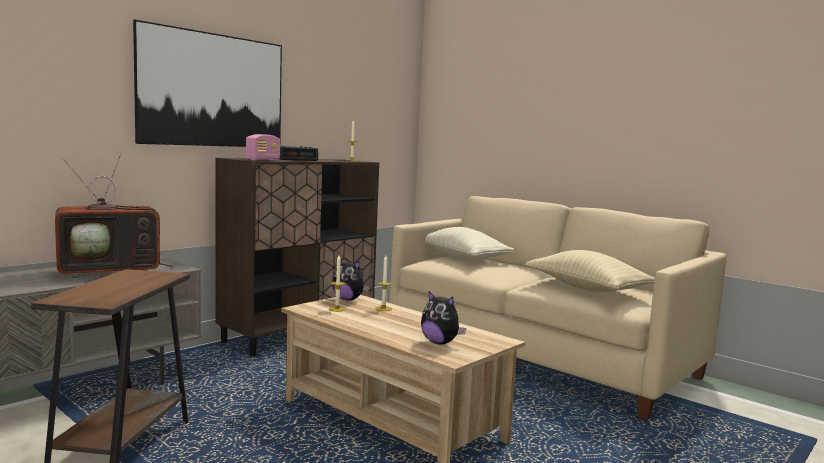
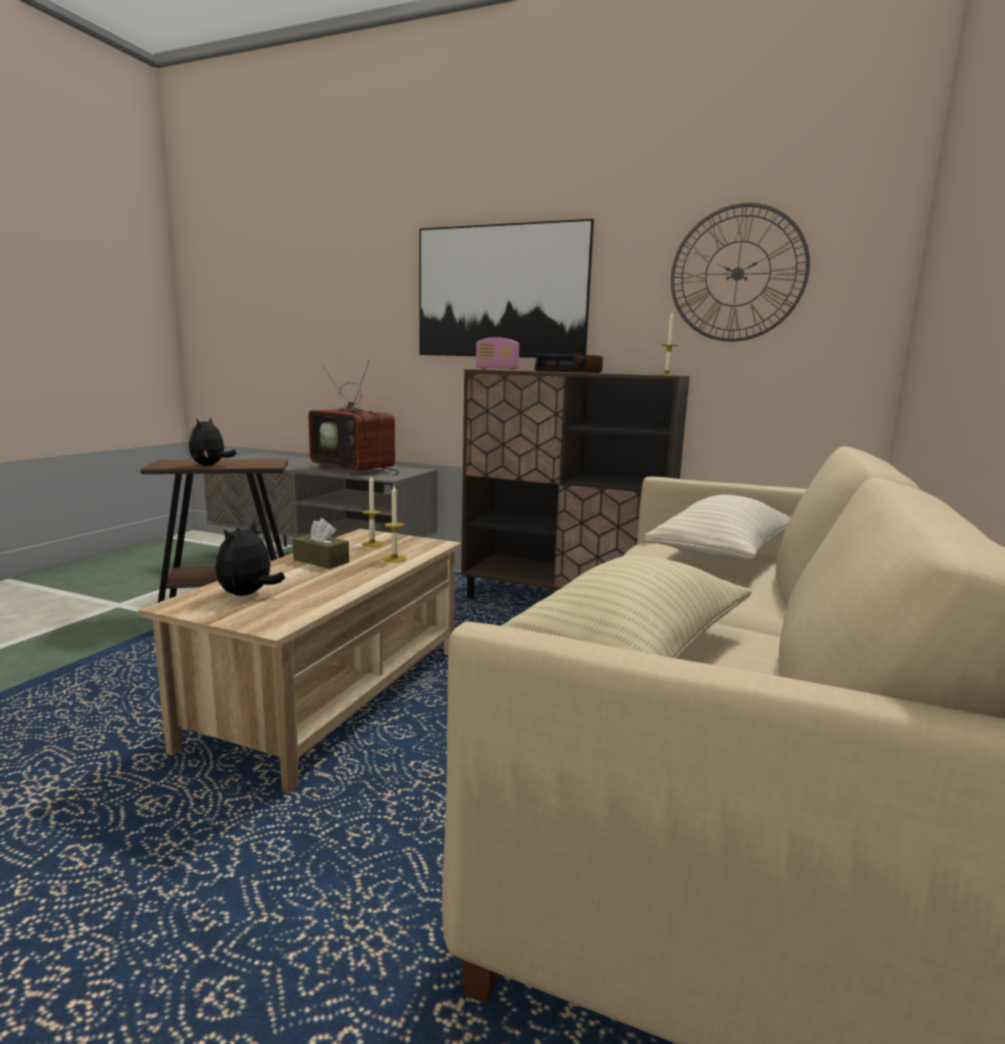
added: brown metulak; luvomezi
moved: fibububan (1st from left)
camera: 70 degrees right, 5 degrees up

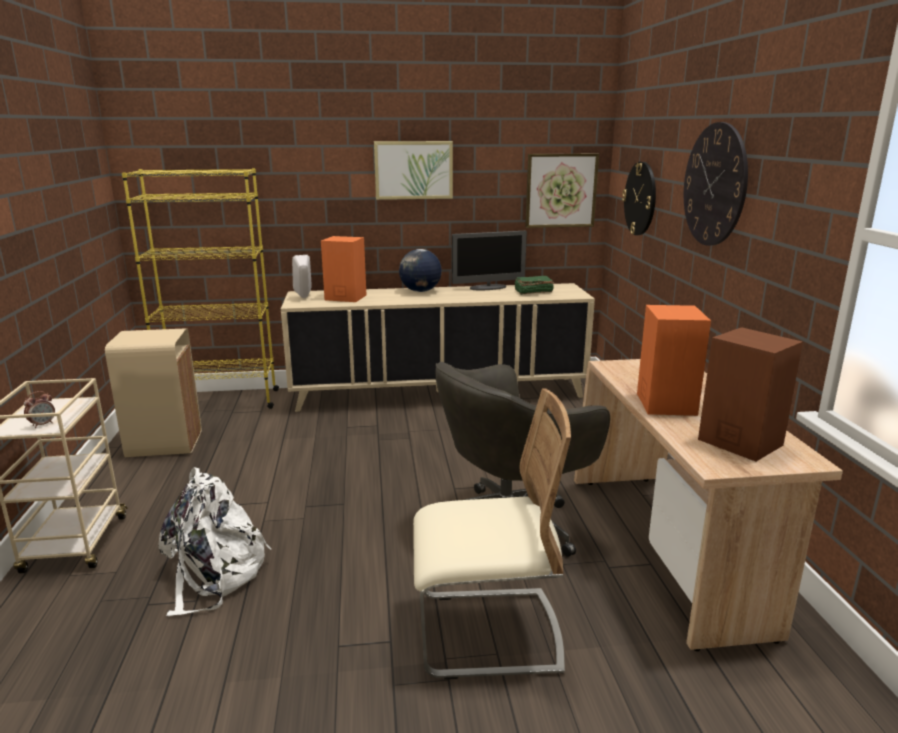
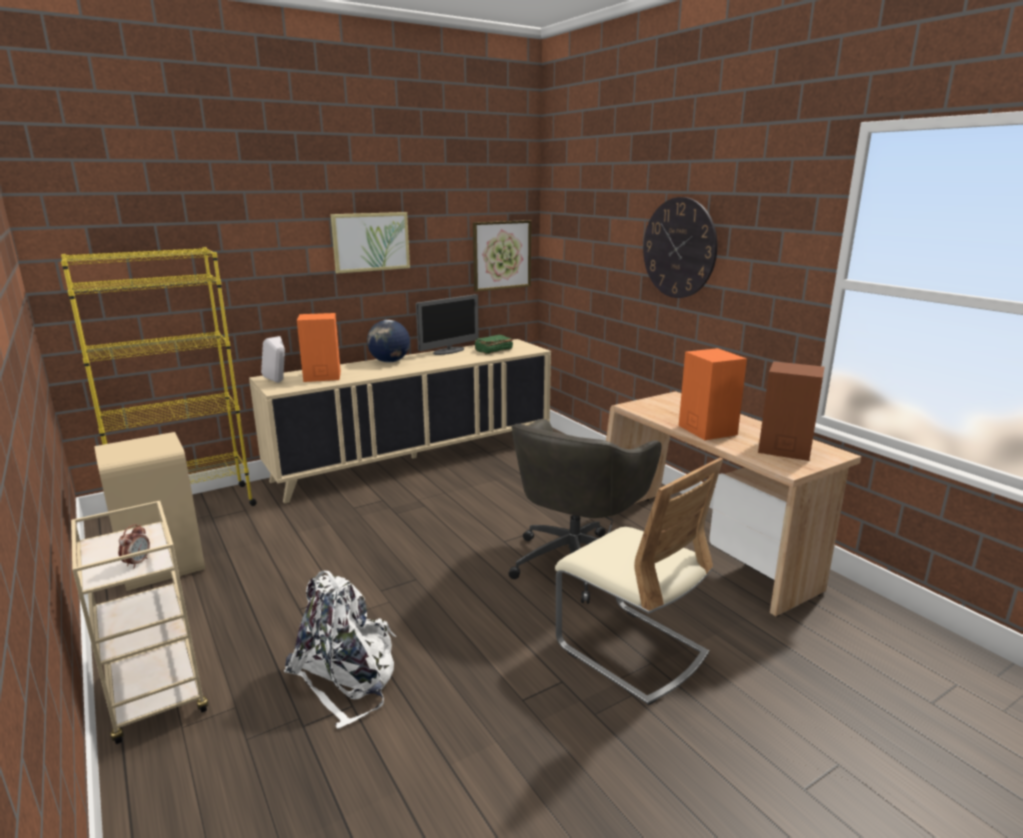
removed: luvomezi (1st from left)
turned: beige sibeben 75 degrees clockwise
camera: 25 degrees left, 0 degrees up

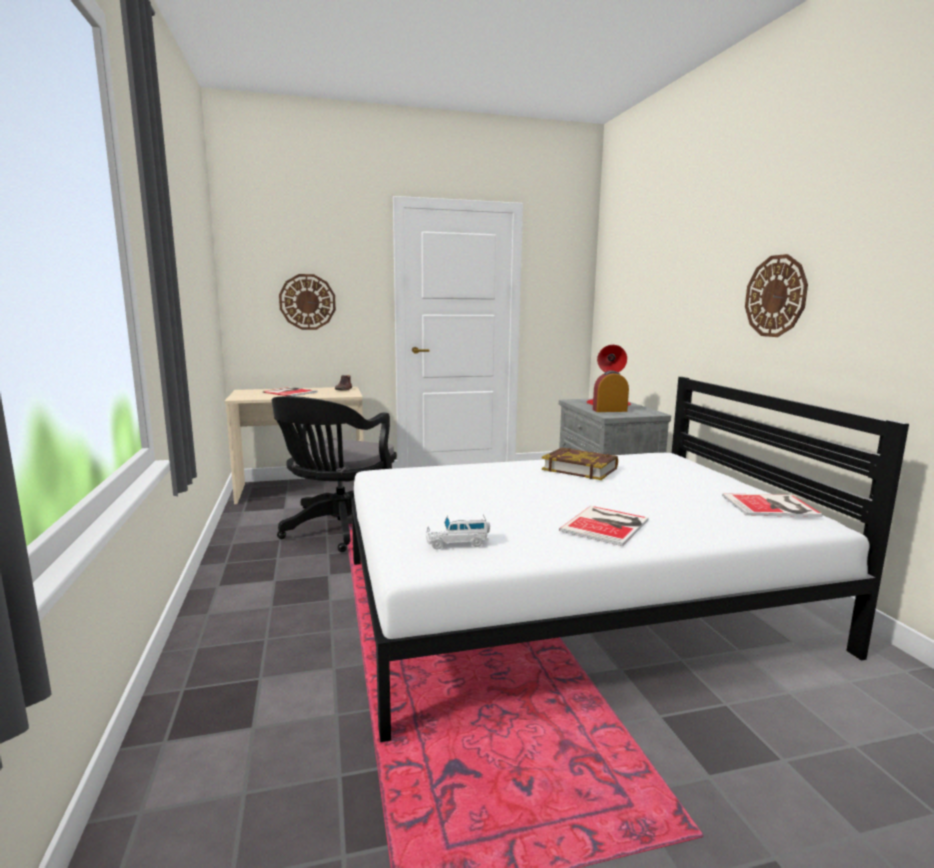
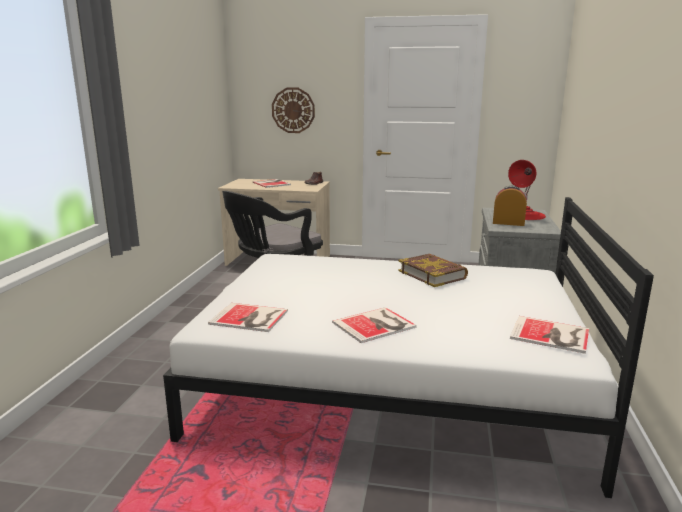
removed: luvomezi (2nd from left)
replaced: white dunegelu to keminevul (1st from left)
camera: 25 degrees right, 5 degrees up

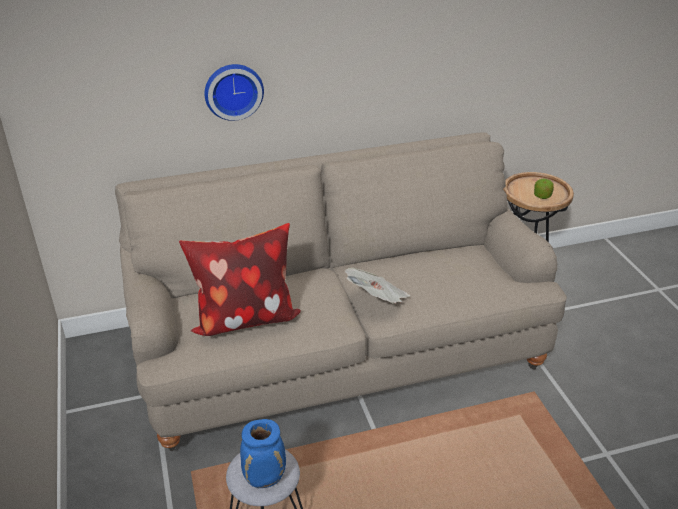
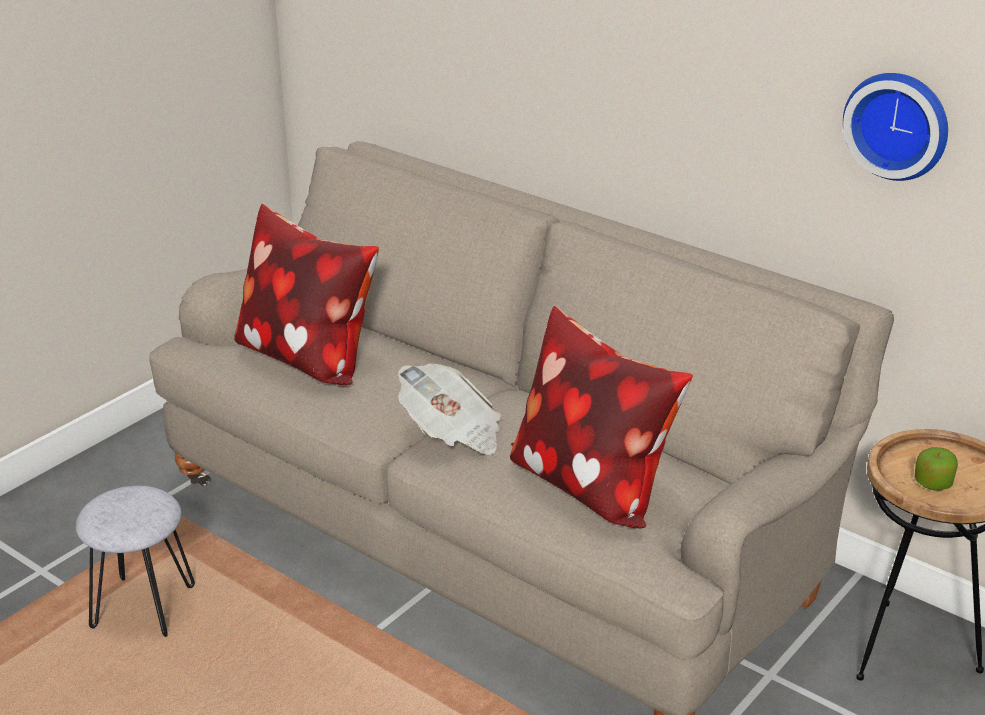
removed: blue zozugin
added: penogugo (2nd from left)
moved: luvomezi
camera: 55 degrees right, 5 degrees down

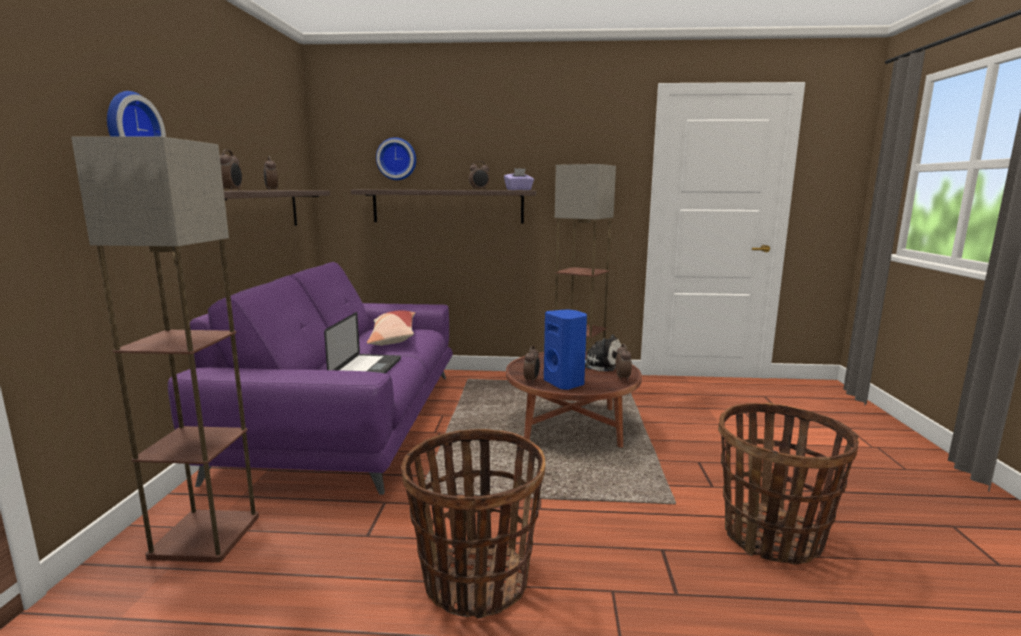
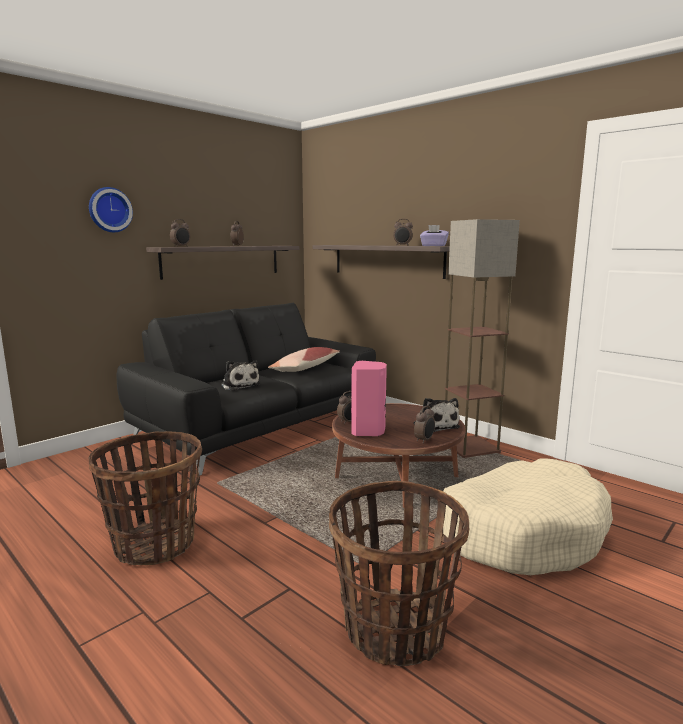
removed: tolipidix (1st from left); luvomezi (2nd from left)
added: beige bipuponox
replaced: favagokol to fibububan (1st from left)
recoloured: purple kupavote to black kupavote; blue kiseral to pink kiseral
camera: 40 degrees right, 0 degrees up

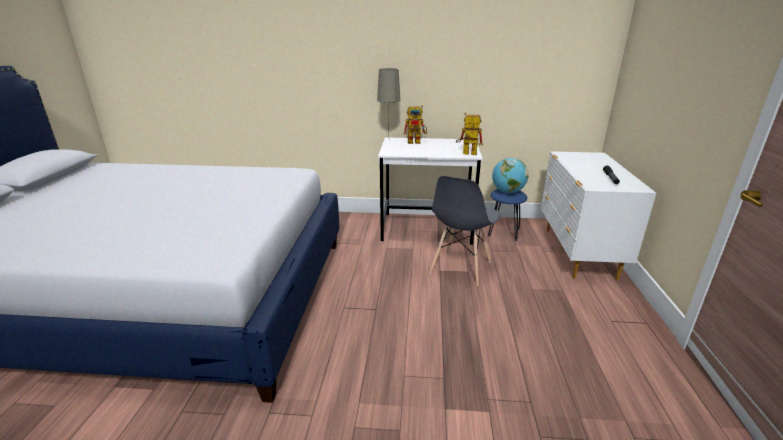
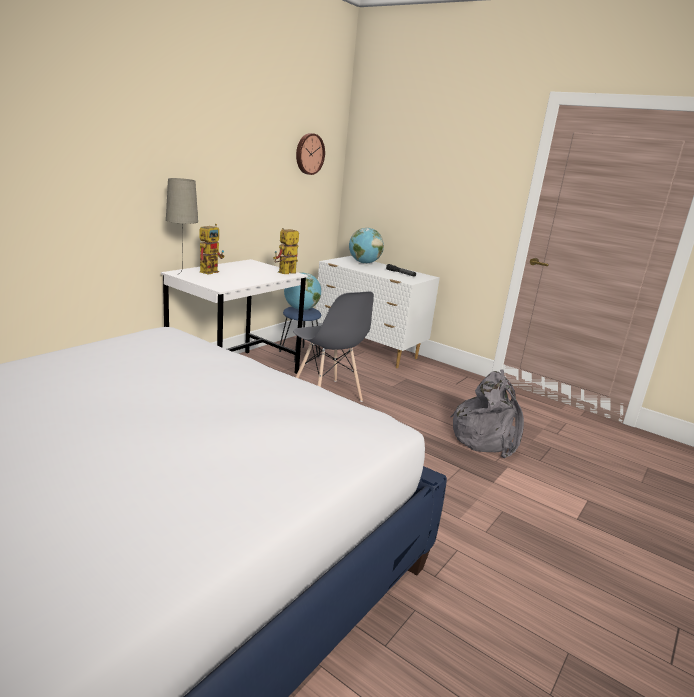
added: luvomezi; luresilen (2nd from left); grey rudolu
camera: 60 degrees left, 5 degrees down

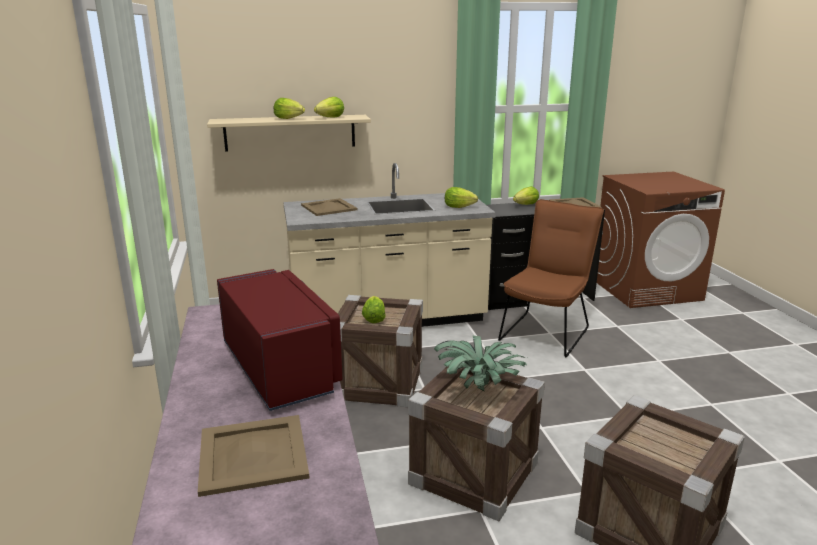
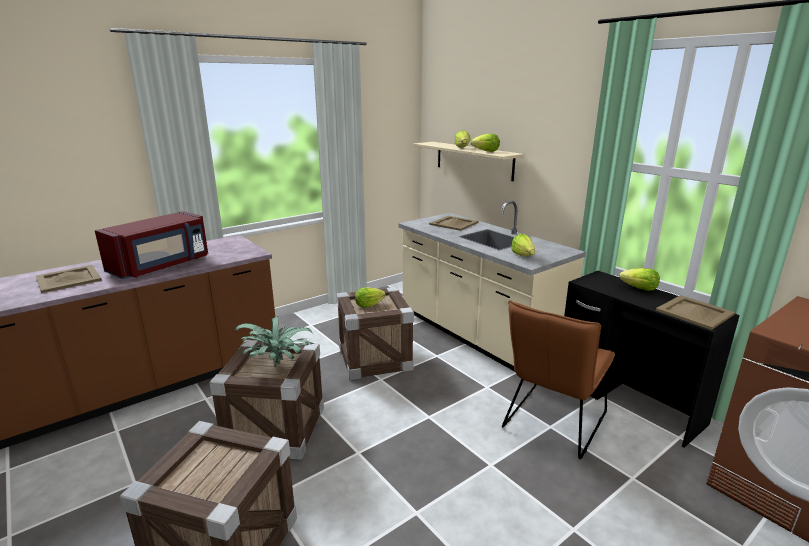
turned: brown sibeben 120 degrees clockwise
camera: 65 degrees right, 0 degrees up

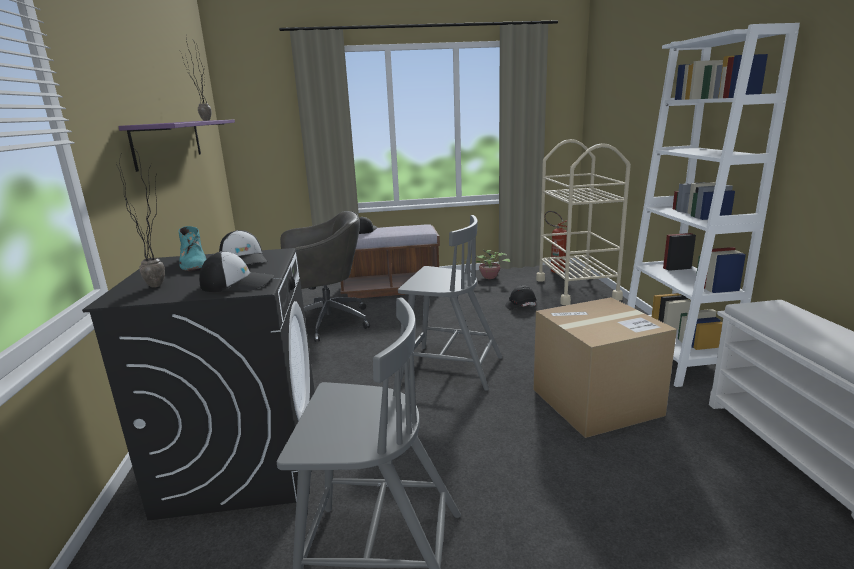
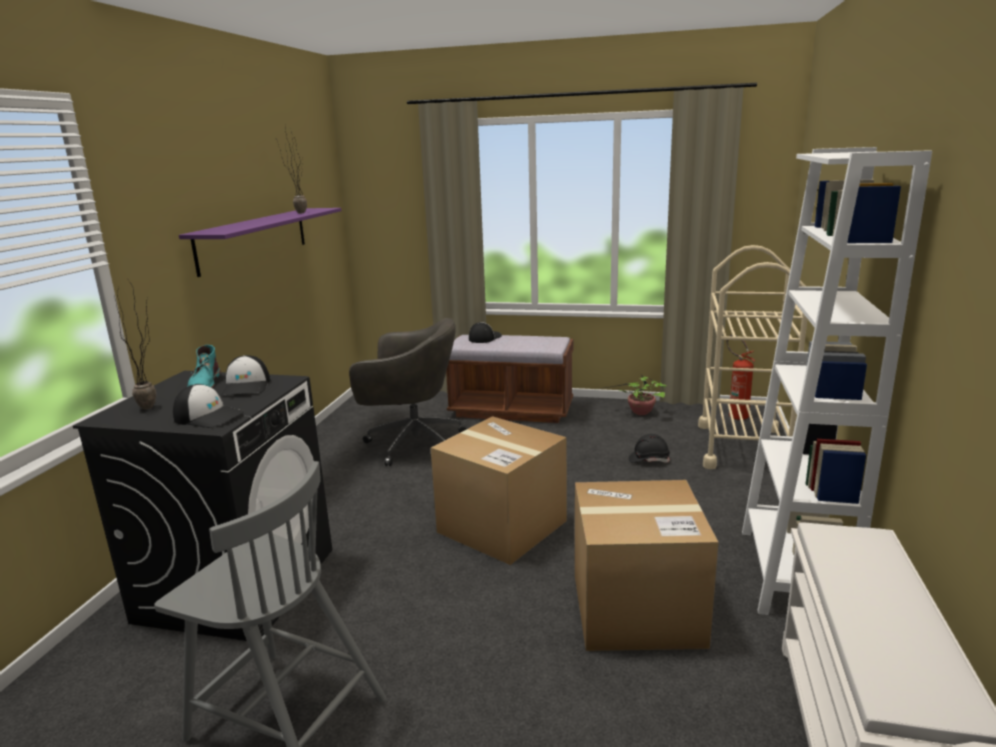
replaced: grey sibeben (2nd from left) to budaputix (1st from left)
camera: 20 degrees right, 0 degrees up

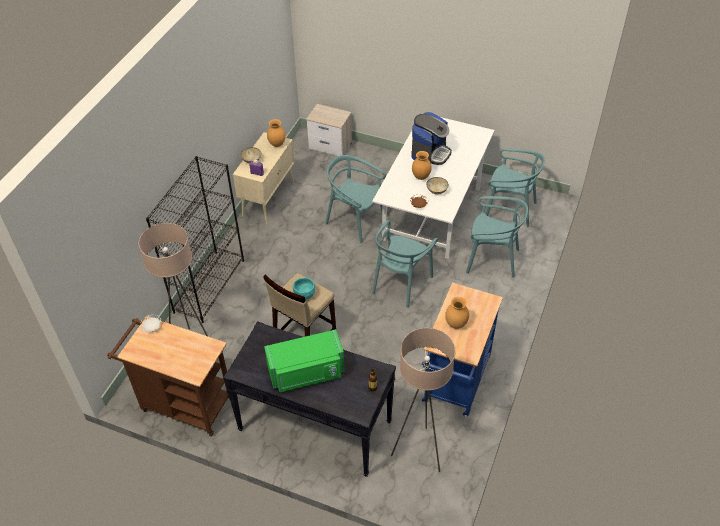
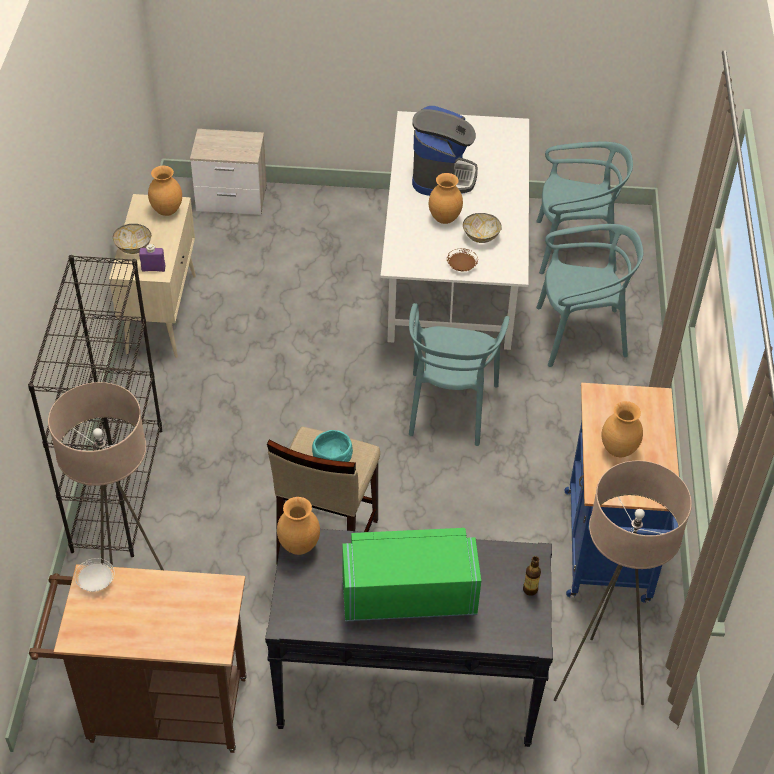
removed: turquoise sibeben (1st from left)
added: brown zozugin (2nd from left)
turned: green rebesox 150 degrees counterclockwise
camera: 20 degrees left, 0 degrees up

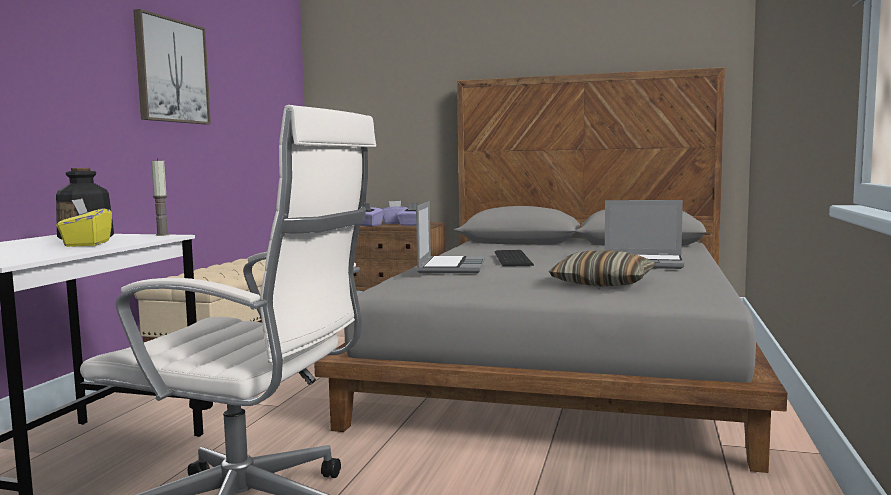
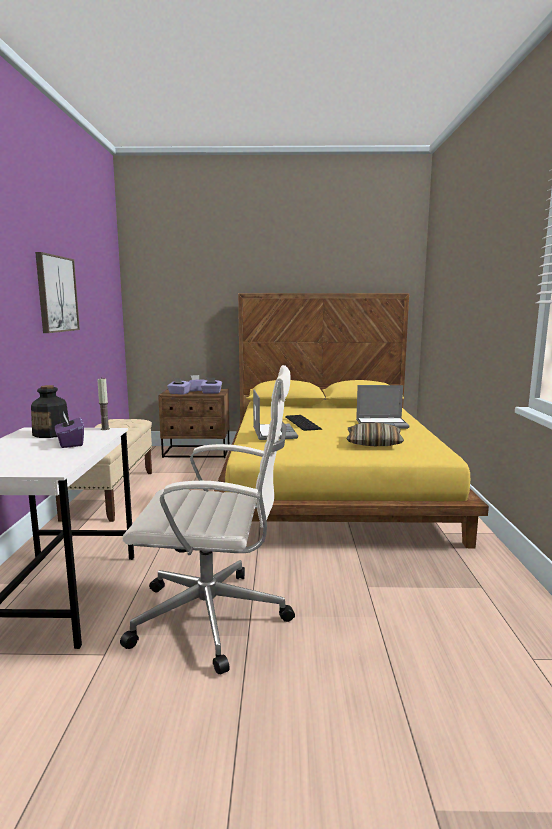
recoloured: yellow metulak to purple metulak (1st from left); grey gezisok to yellow gezisok
camera: 15 degrees left, 5 degrees up

